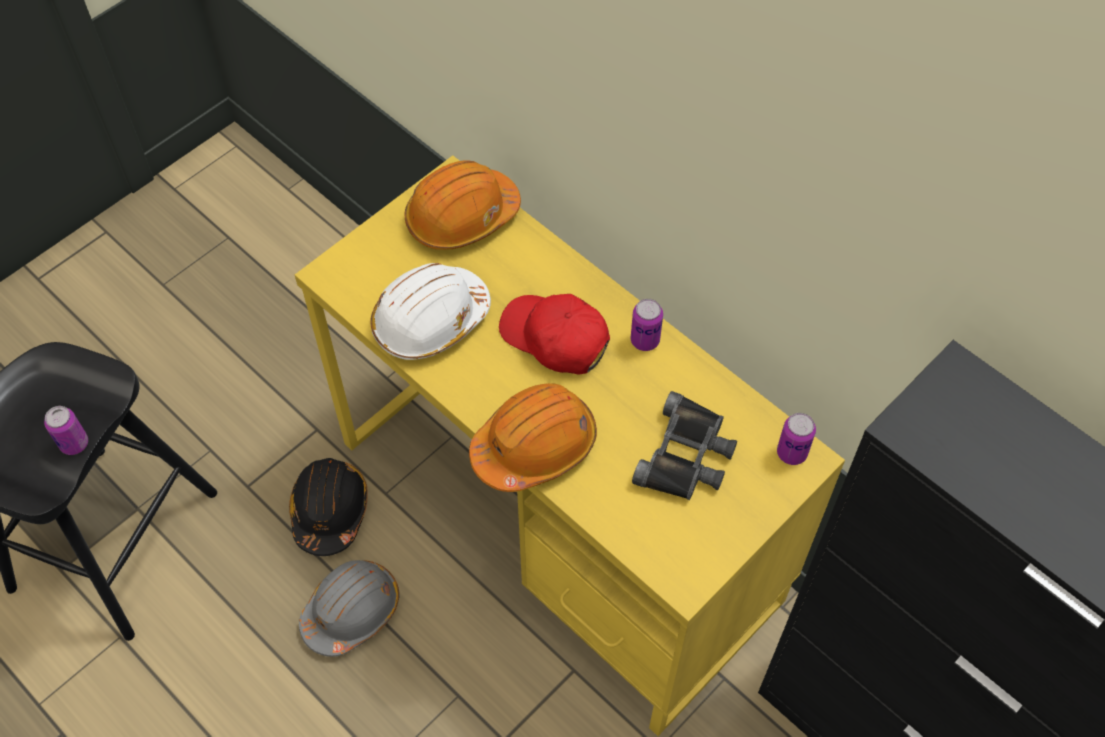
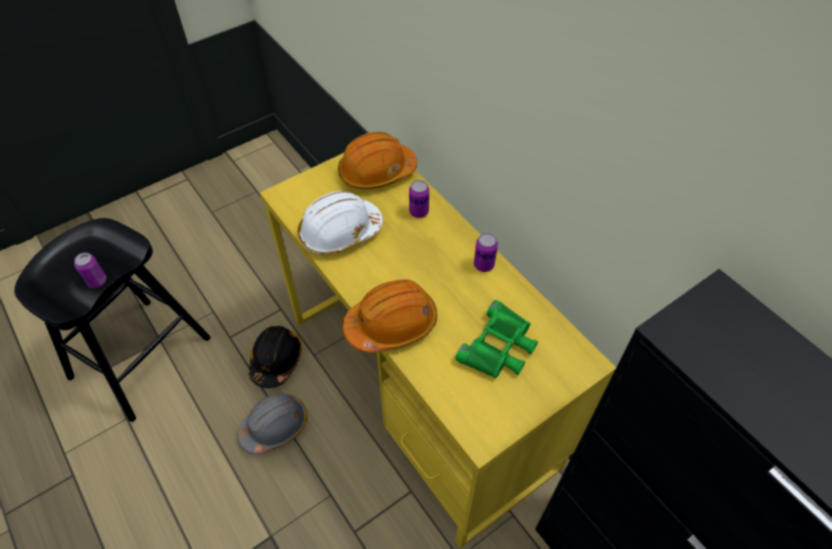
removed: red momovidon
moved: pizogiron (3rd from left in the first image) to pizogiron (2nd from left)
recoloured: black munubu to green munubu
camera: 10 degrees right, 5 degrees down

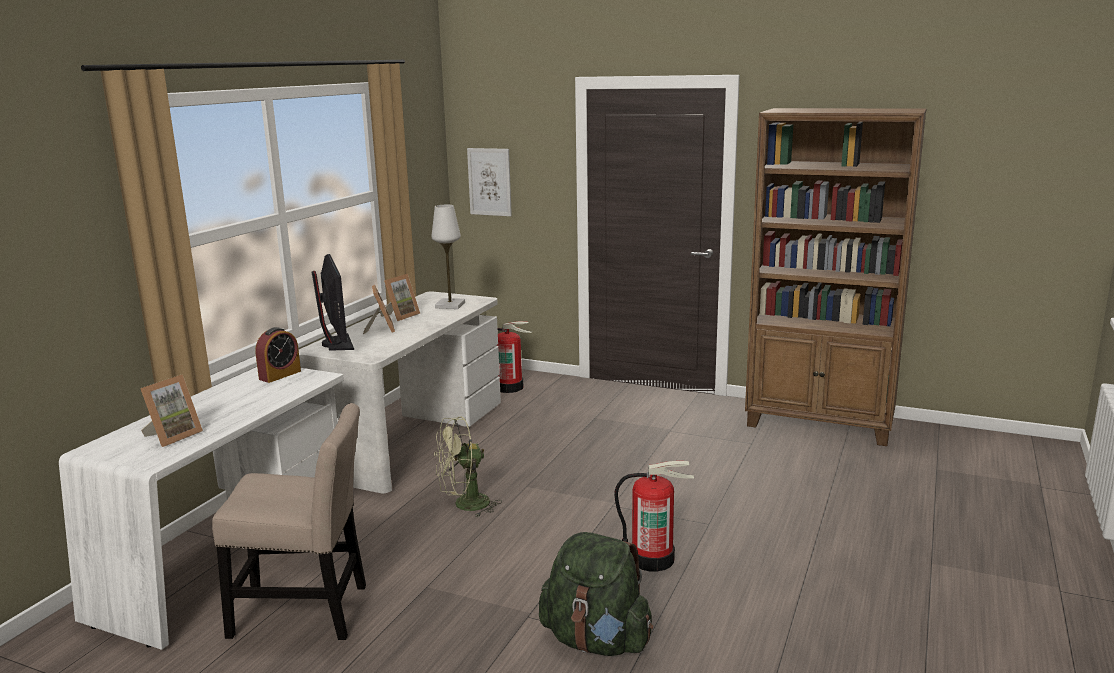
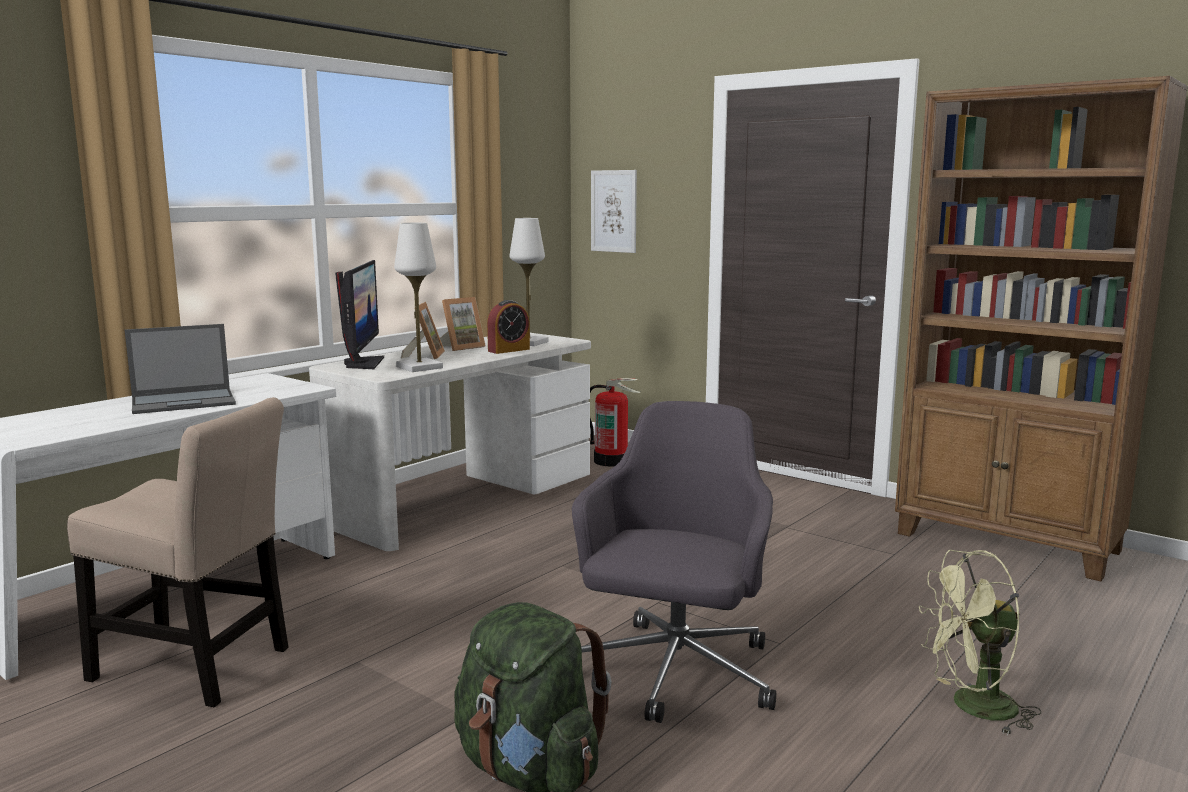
removed: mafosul (1st from left)
added: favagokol; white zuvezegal (1st from left)
moved: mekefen; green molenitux
replaced: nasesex (2nd from left) to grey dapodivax
camera: 15 degrees right, 5 degrees down

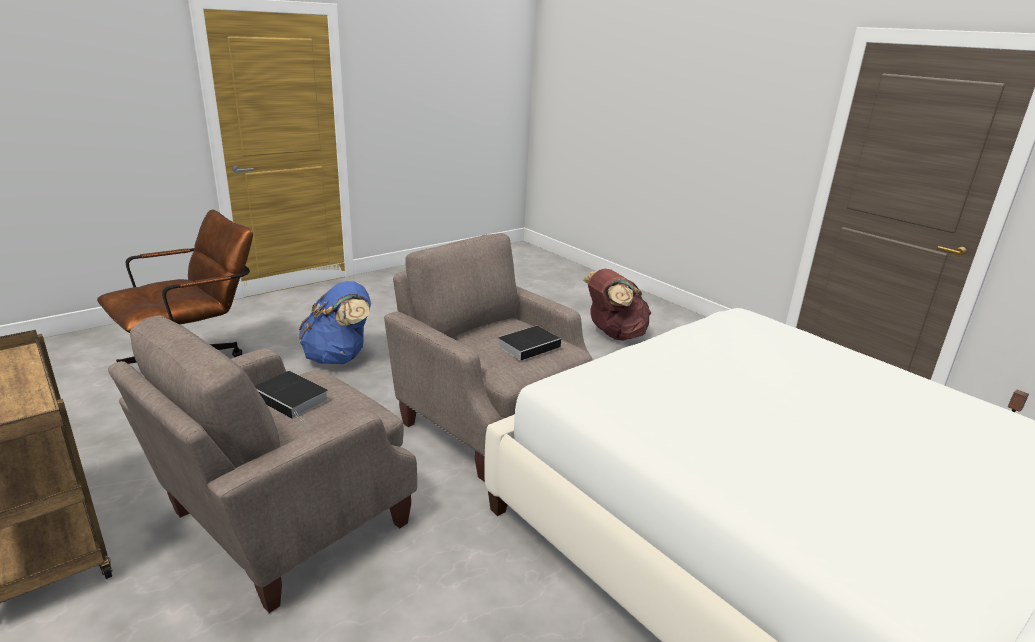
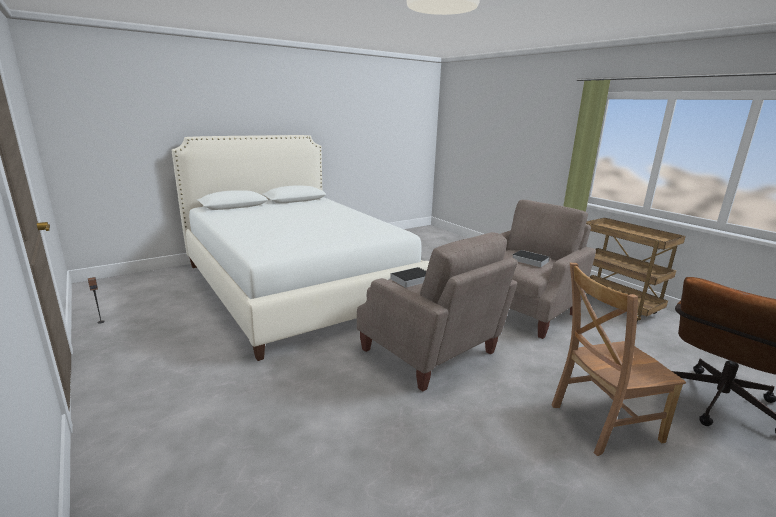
removed: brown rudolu
replaced: blue rudolu to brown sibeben
camera: 175 degrees left, 5 degrees down

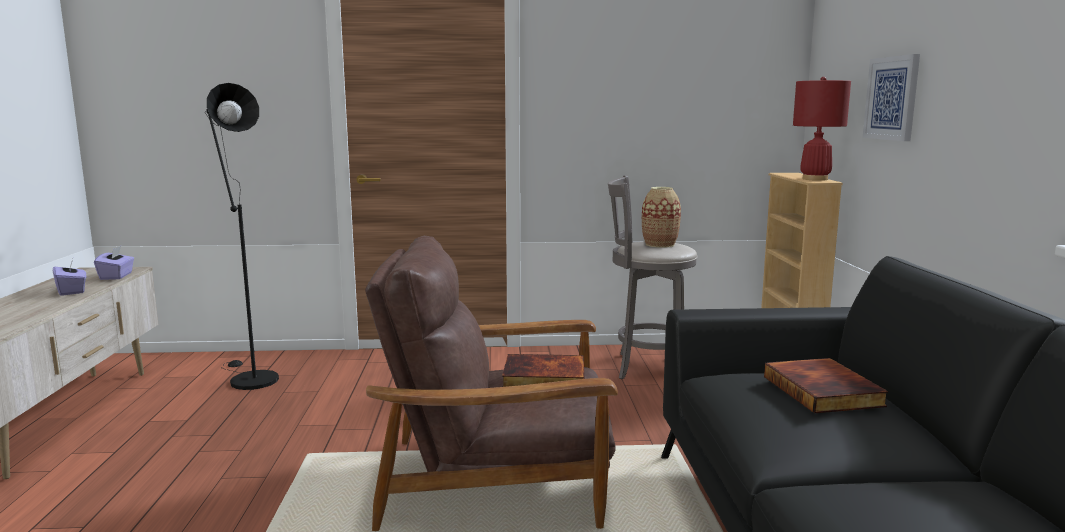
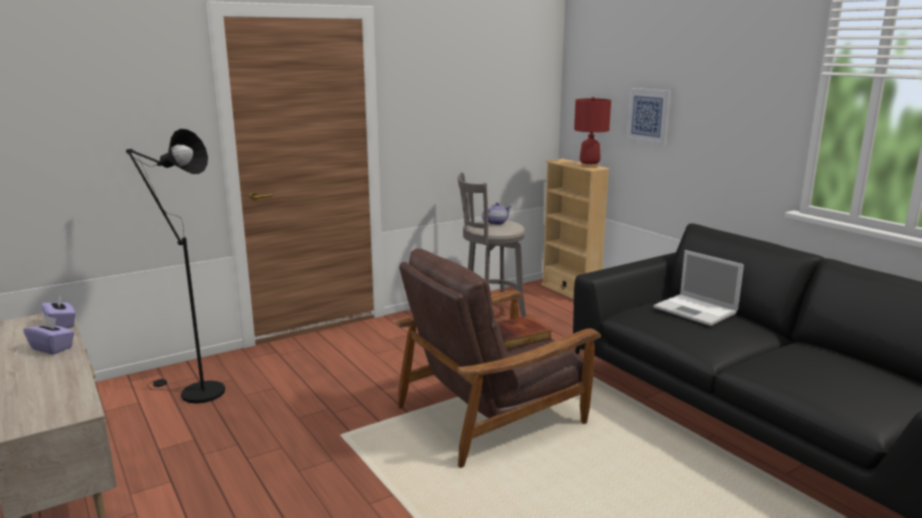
replaced: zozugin to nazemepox; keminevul (2nd from left) to favagokol
camera: 30 degrees left, 5 degrees up

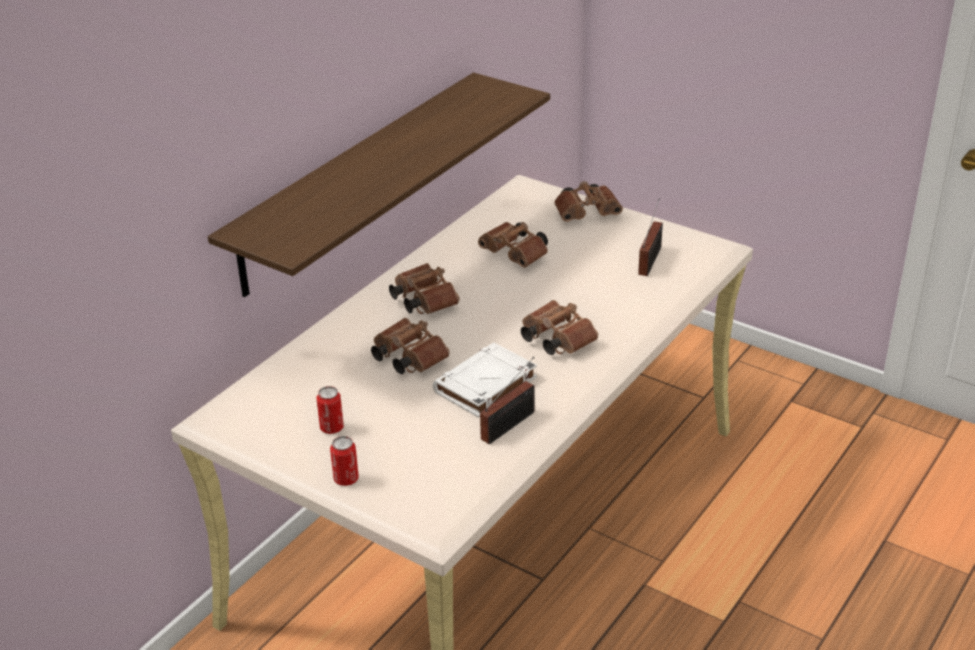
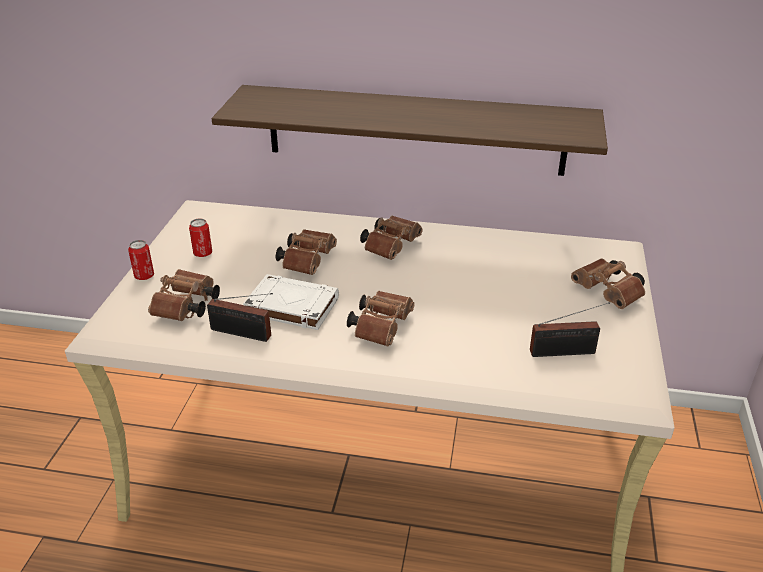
moved: brown munubu (3rd from left in the first image) to brown munubu (1st from left)
camera: 65 degrees right, 0 degrees up

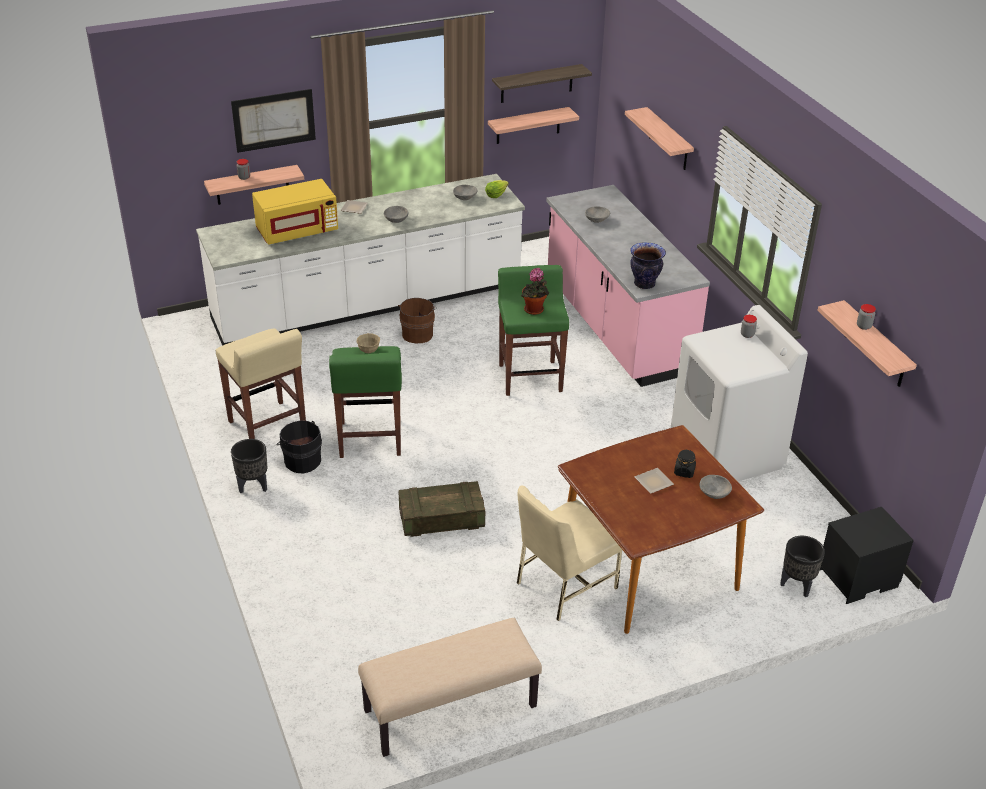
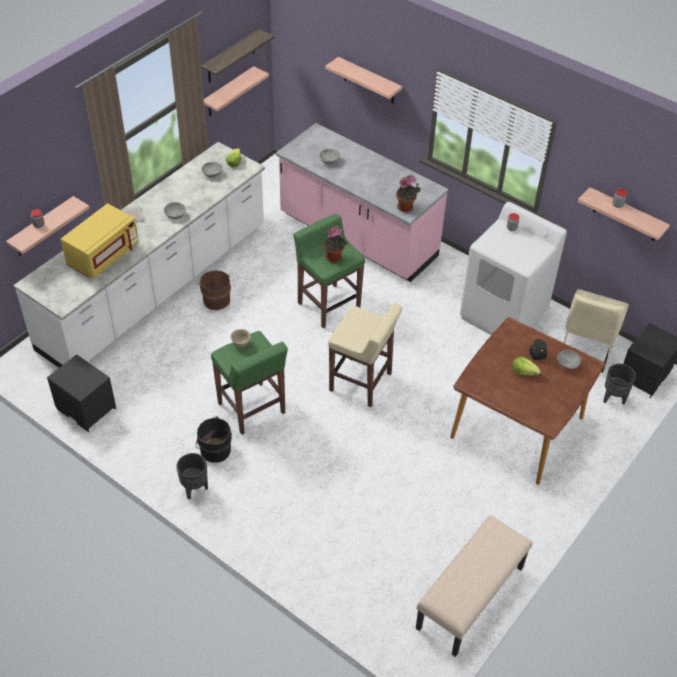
removed: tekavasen; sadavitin
added: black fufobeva (1st from left)
moved: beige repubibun; beige sibeben
replaced: zozugin to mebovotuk (2nd from left); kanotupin (2nd from left) to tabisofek (2nd from left)
camera: 30 degrees left, 10 degrees up

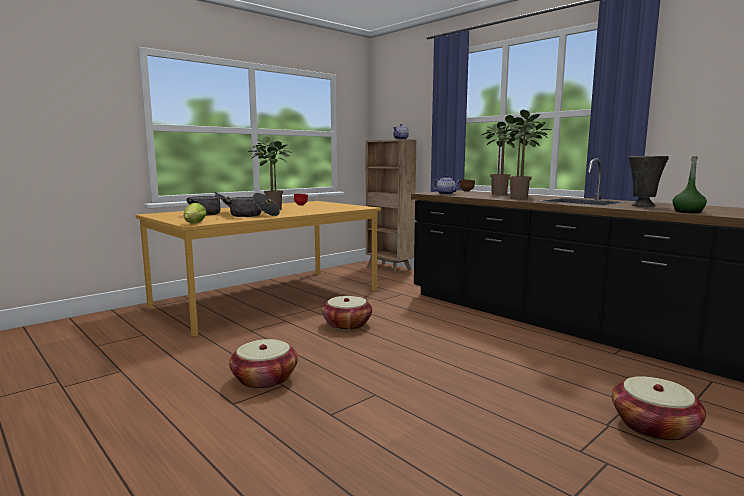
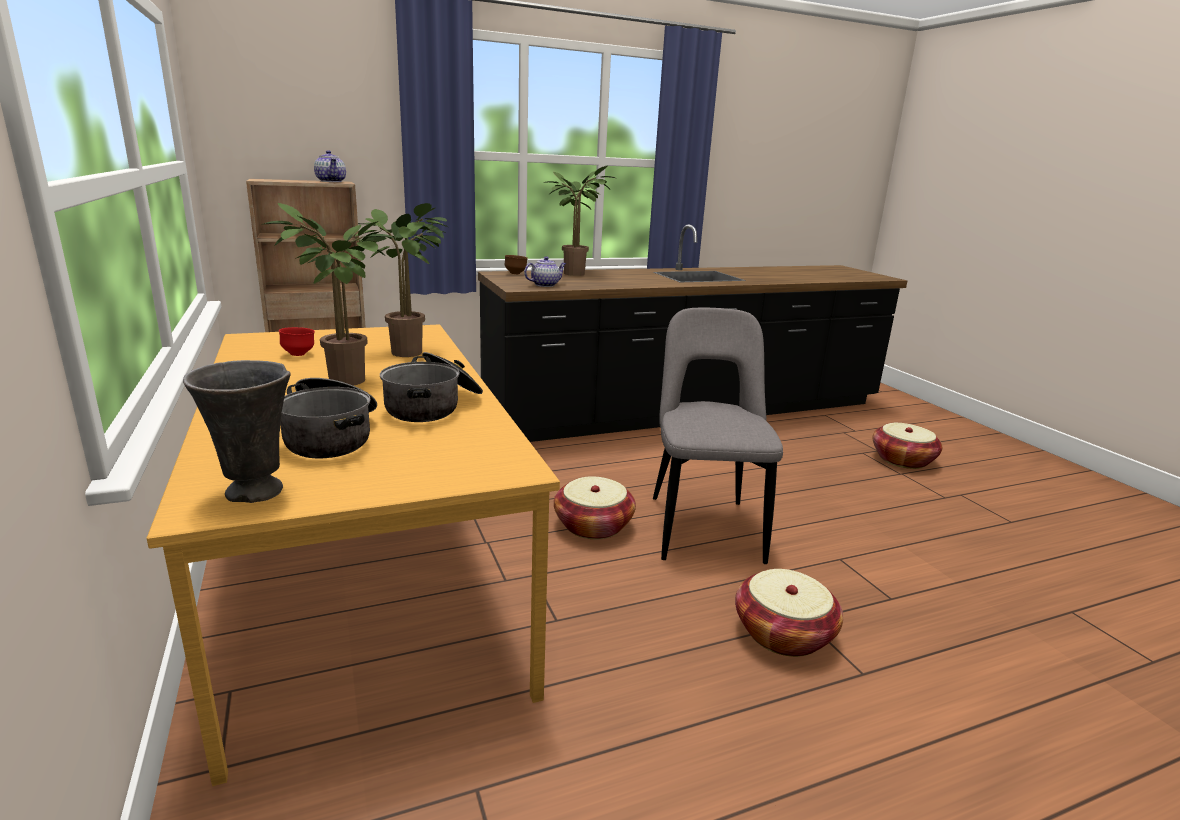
removed: tabisofek; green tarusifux
added: grey sibeben
moved: mebovotuk (3rd from left in the first image) to mebovotuk (2nd from left); grey zozugin
camera: 70 degrees left, 10 degrees up

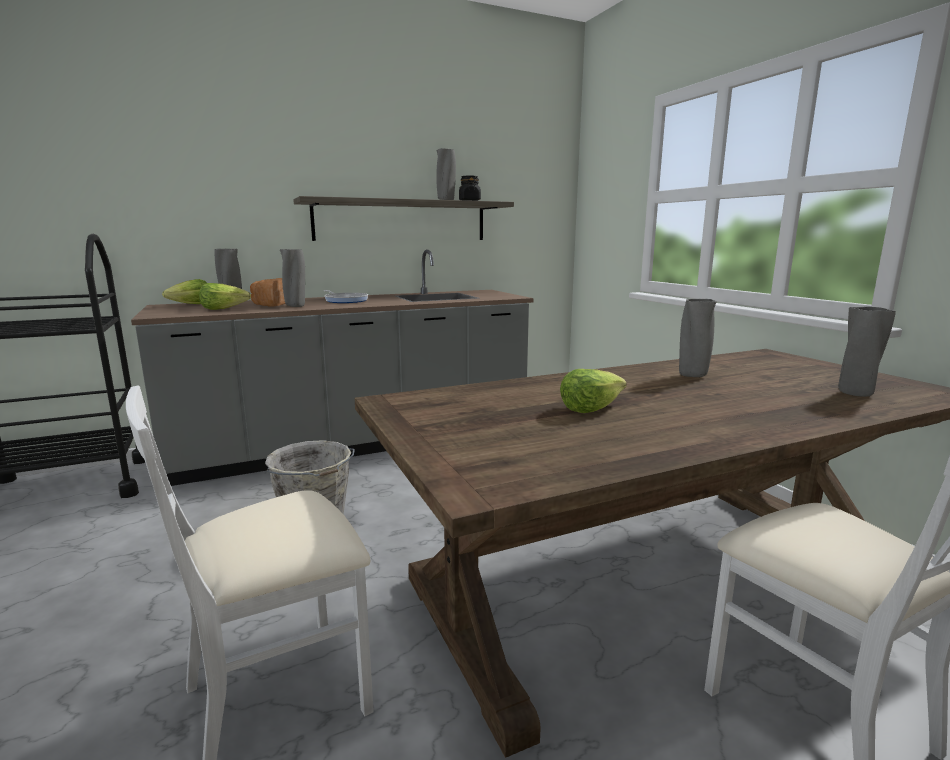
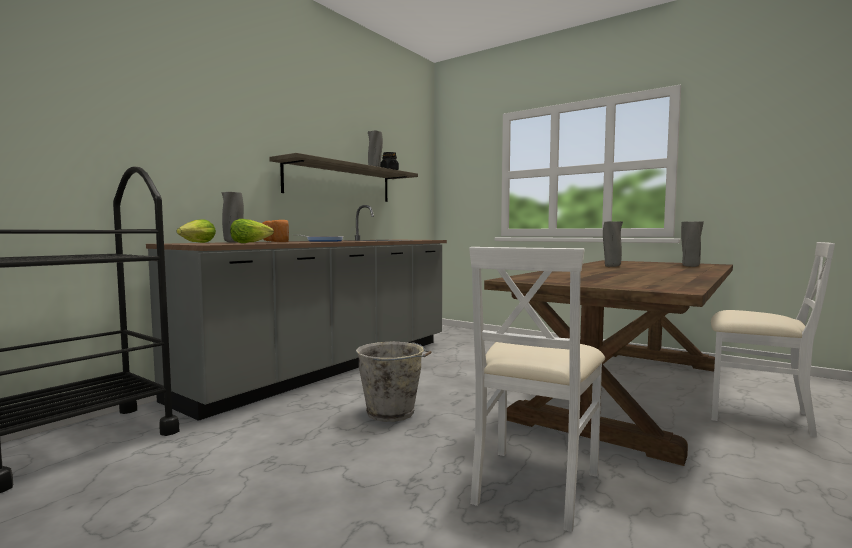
removed: grey zozugin (2nd from left); tabisofek (3rd from left)
camera: 30 degrees left, 10 degrees down

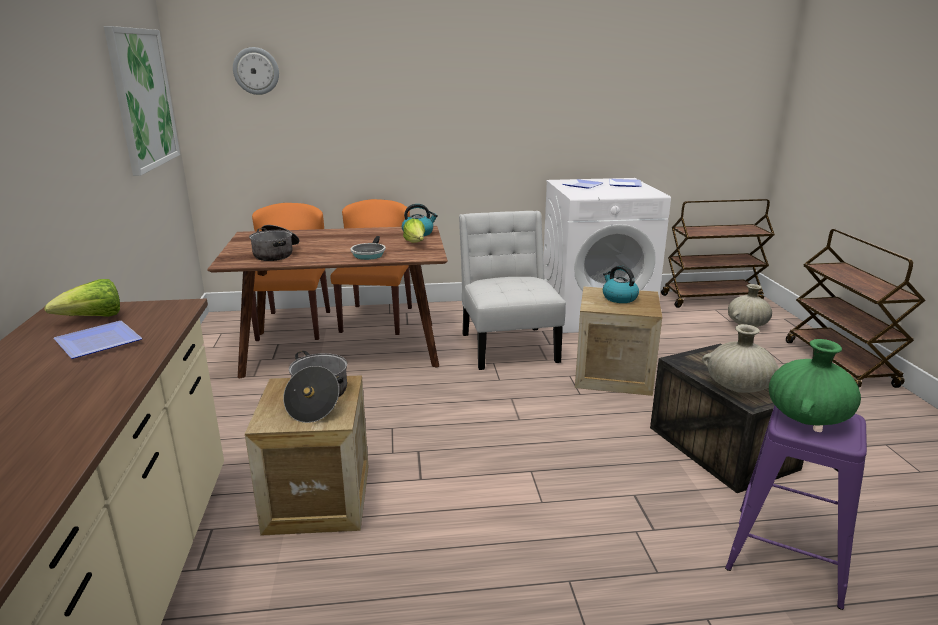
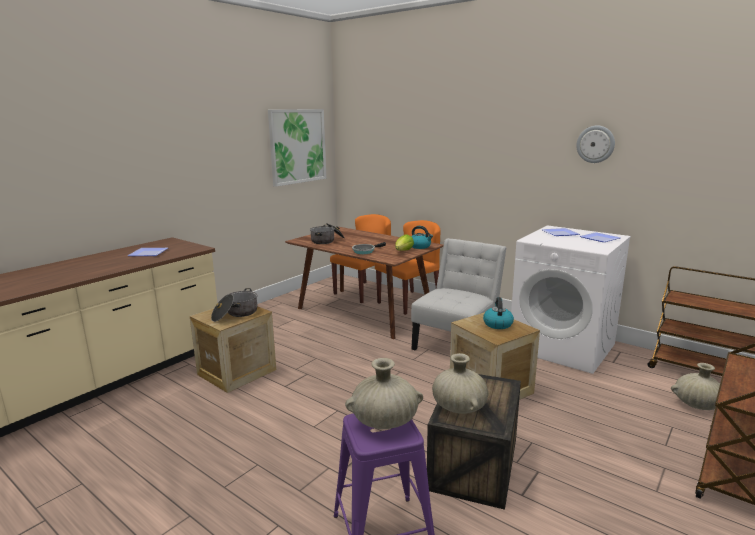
removed: tabisofek (1st from left)
moved: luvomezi
recoloured: green zozugin to beige zozugin (1st from left)
camera: 45 degrees right, 5 degrees down

